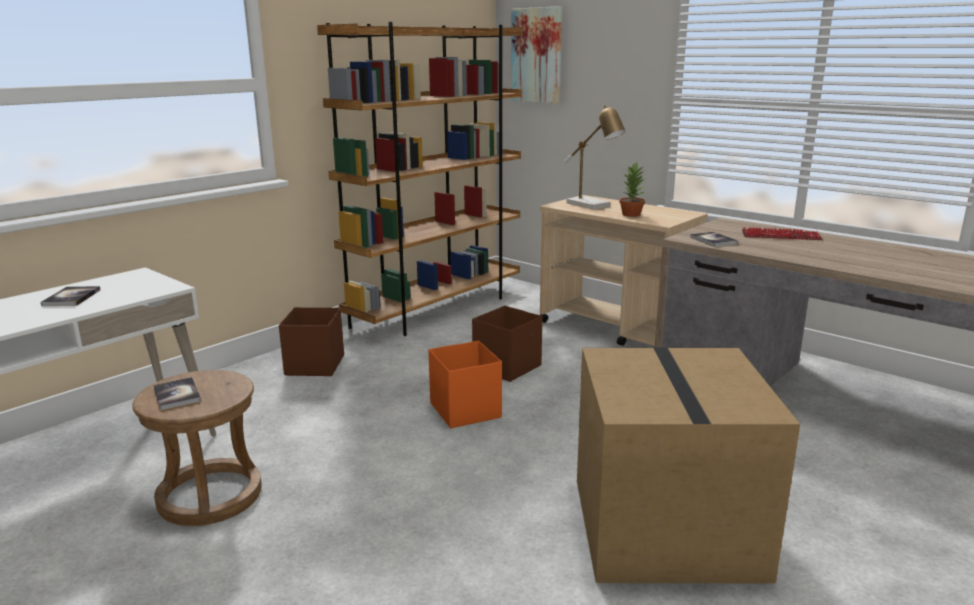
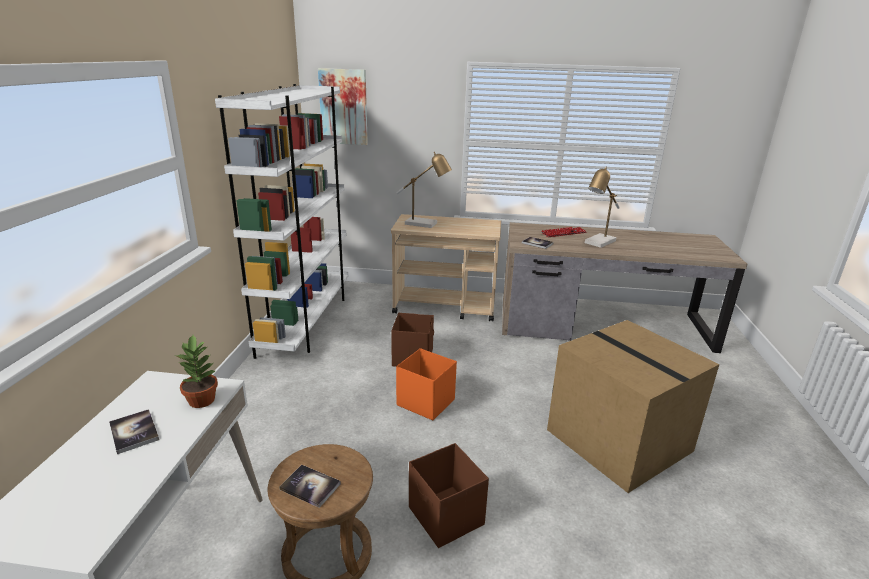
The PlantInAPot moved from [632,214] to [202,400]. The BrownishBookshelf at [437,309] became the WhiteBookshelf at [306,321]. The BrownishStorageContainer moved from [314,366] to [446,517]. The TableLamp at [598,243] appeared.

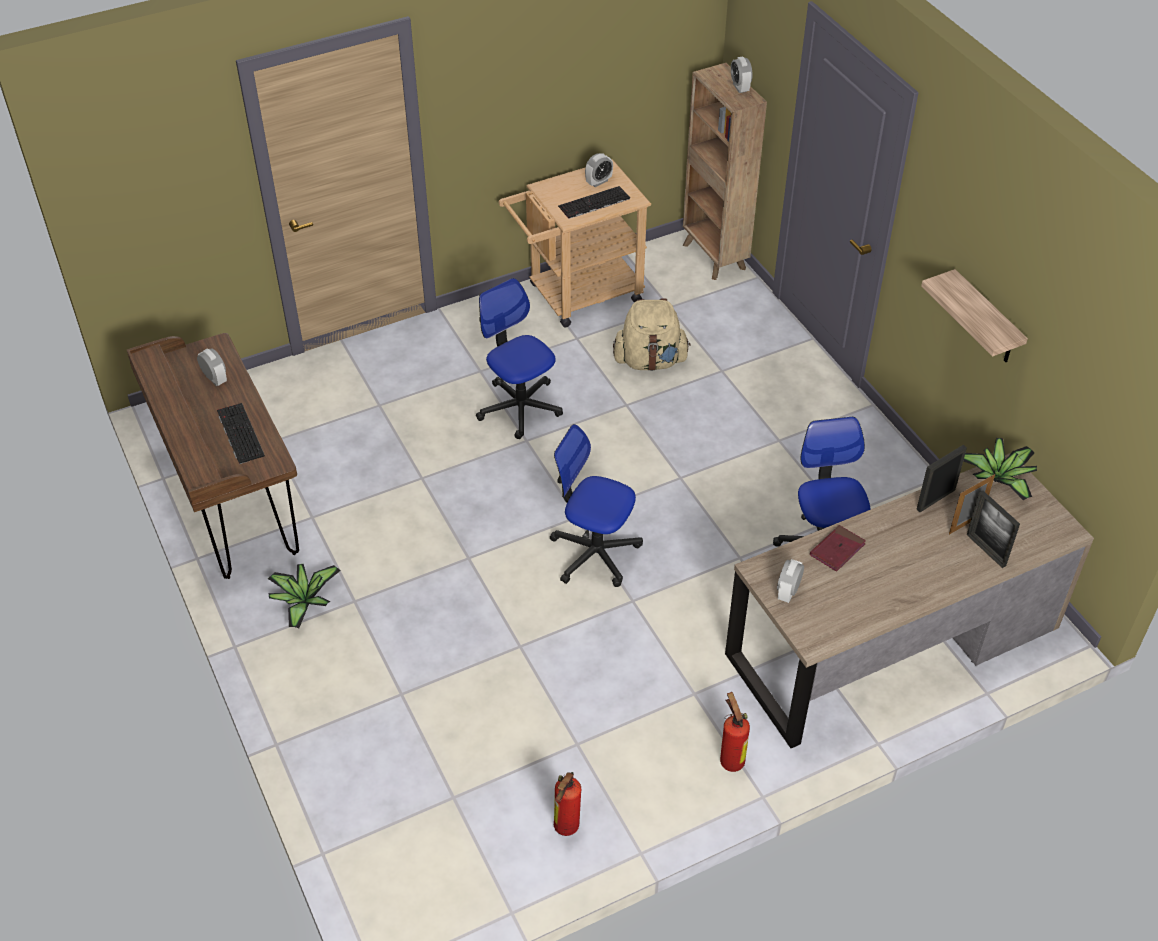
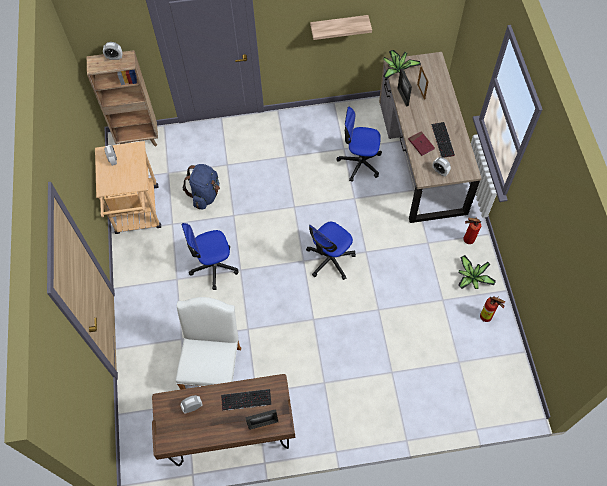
The WhiteUprightChair at [214,366] appeared. The SandColouredKnapsack at [650,361] became the BluishKnapsack at [205,194]. The PictureFrame moved from [986,550] to [263,424]. The Keyboard moved from [594,203] to [443,140]. The PlantInAPot moved from [303,601] to [472,278].

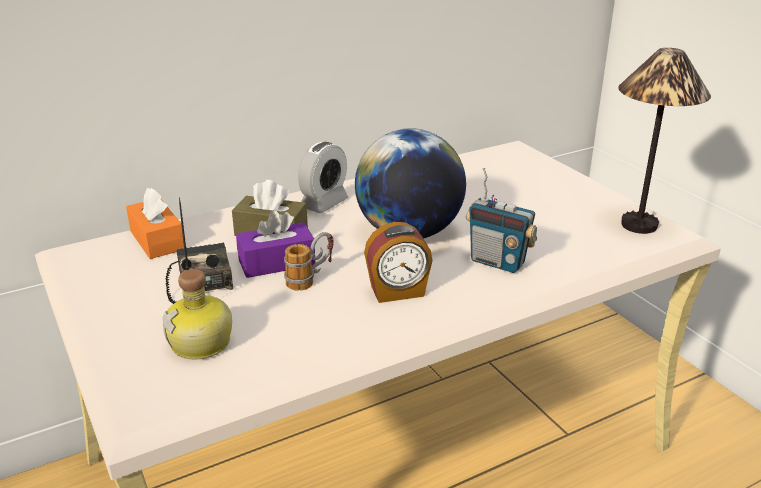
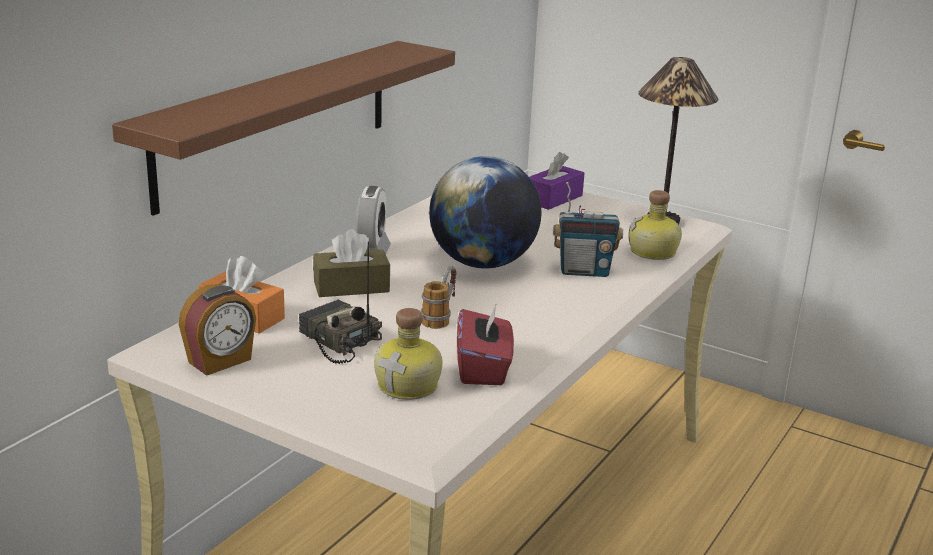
The BrownishBracketShelf at [277,121] appeared. The TableClock moved from [397,292] to [220,361]. The RedColouredBoxOfTissues at [483,369] appeared. The PurpleBoxOfTissues moved from [277,262] to [553,198]. The DrinkBottle at [654,252] appeared.

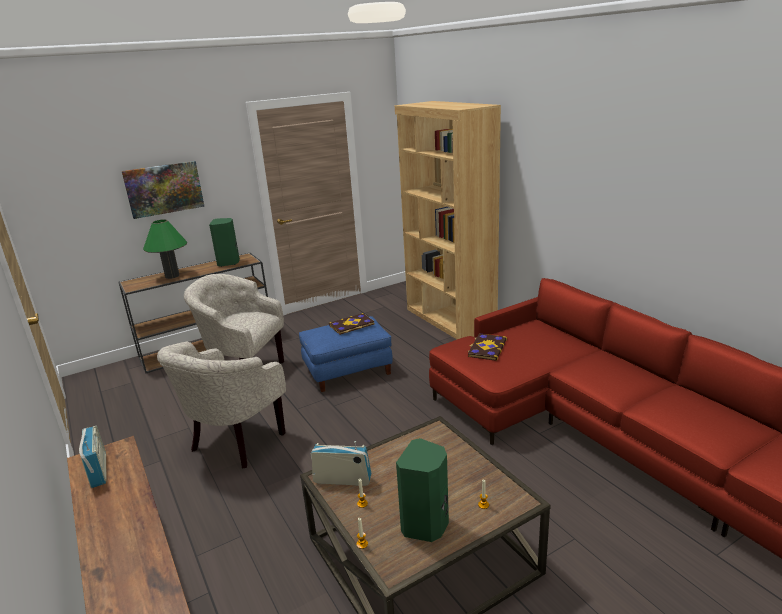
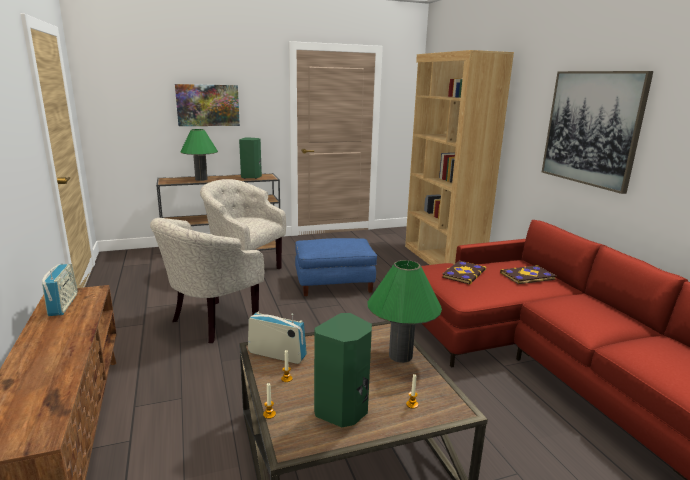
The GreenishTableLamp at [400,356] appeared. The Volume moved from [352,325] to [528,276]. The WallArt at [592,128] appeared.

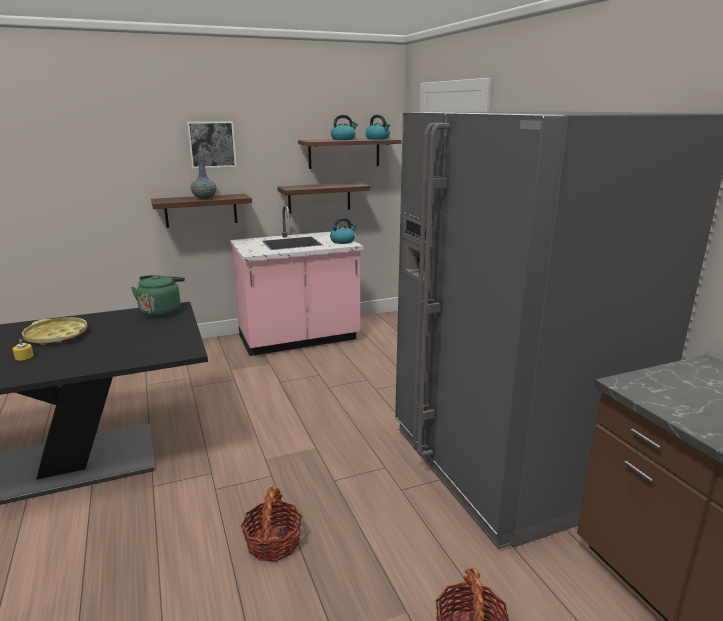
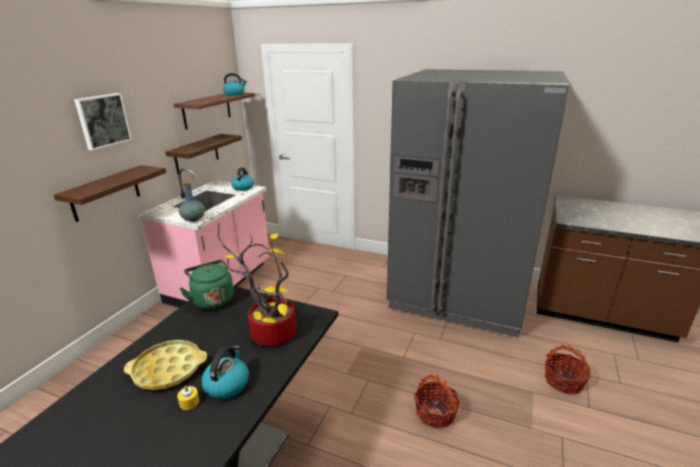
The DecorativeVase moved from [204,198] to [193,219]. The Kettle moved from [343,139] to [227,384]. The PlantInAPot at [269,333] appeared.

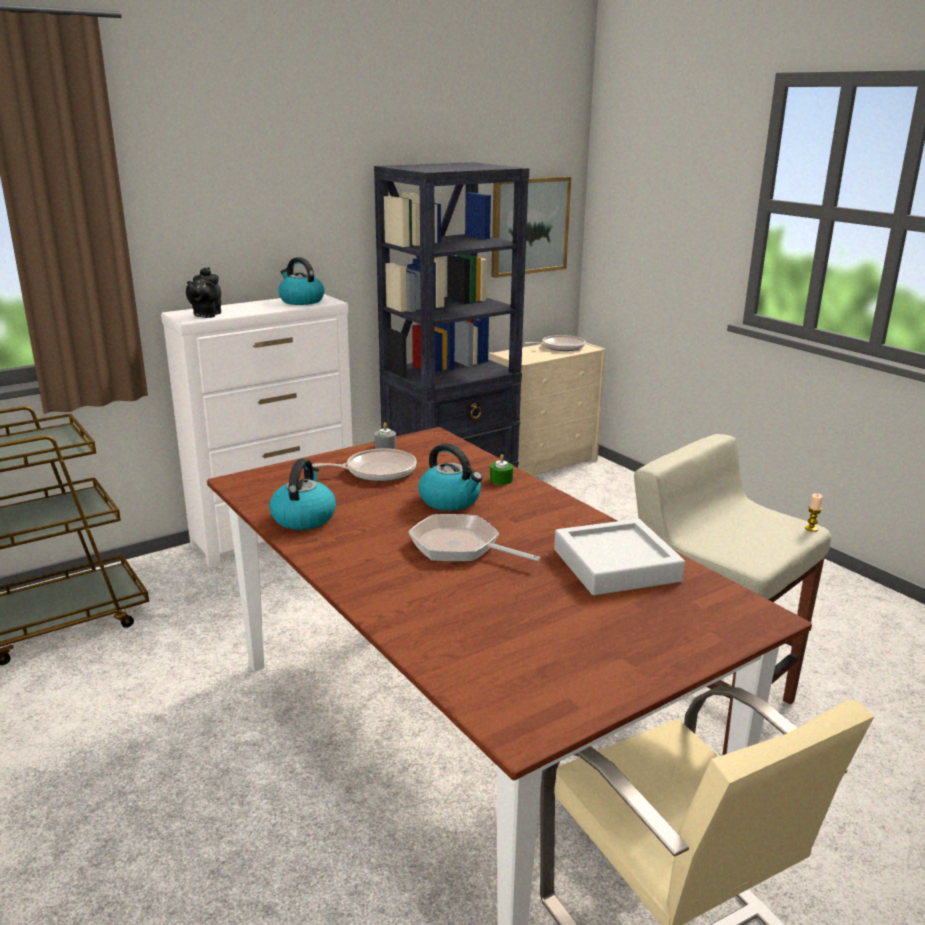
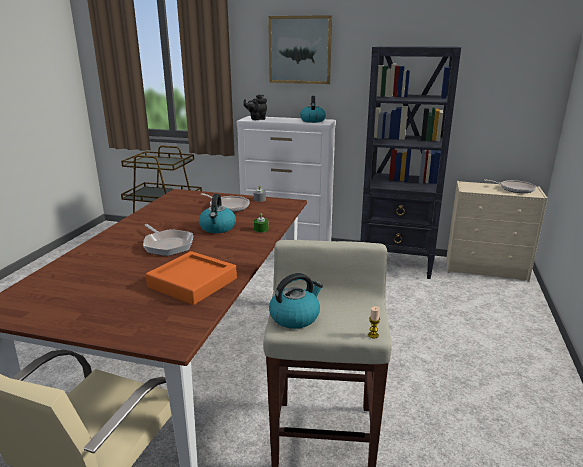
The Pan at [460,547] turned 150 degrees clockwise. The GreyTray at [616,565] became the OrangeColouredTray at [192,283]. The WallArt moved from [529,226] to [300,50]. The Kettle moved from [303,517] to [295,317].

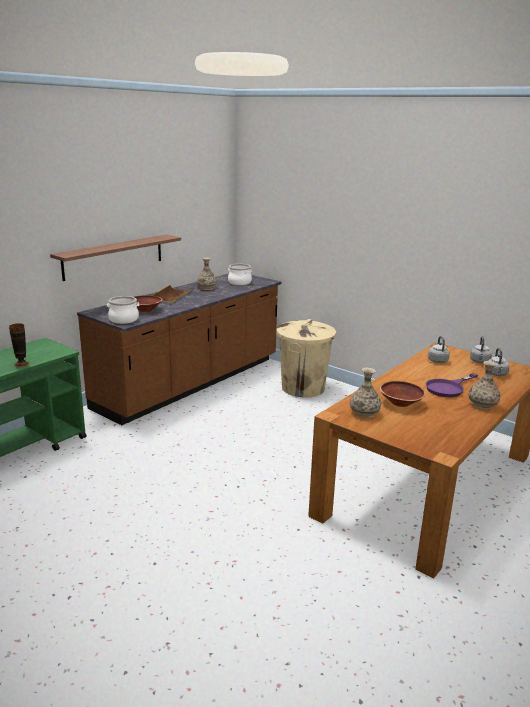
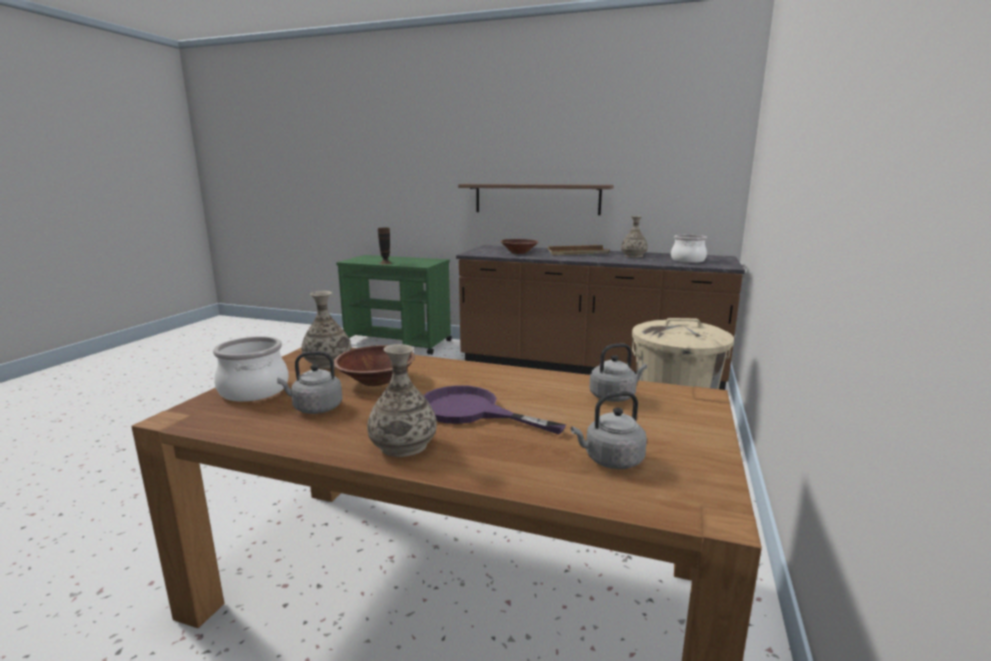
The Saucepot moved from [124,319] to [255,390]. The GreyKettle moved from [479,362] to [315,408].

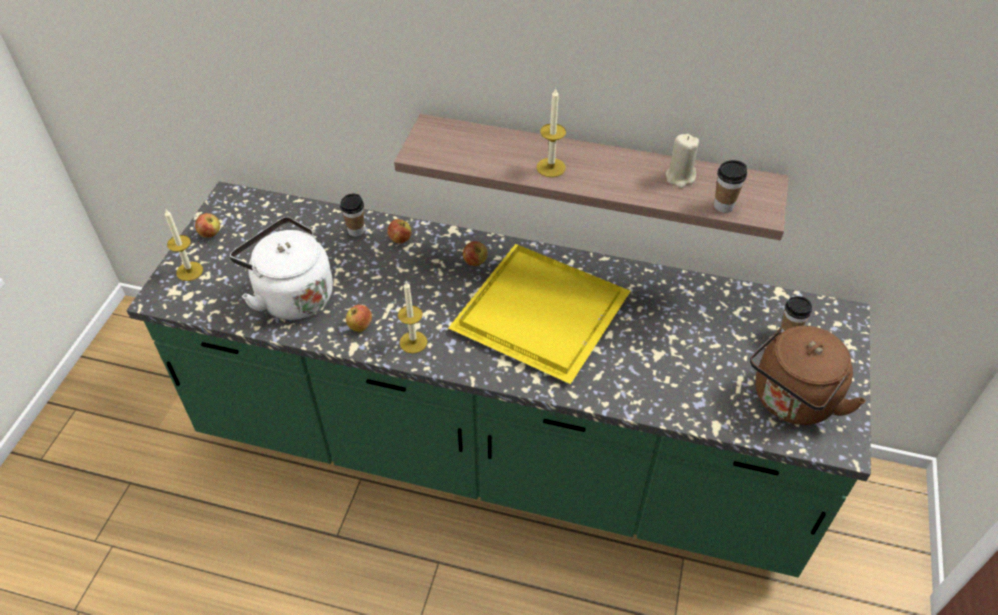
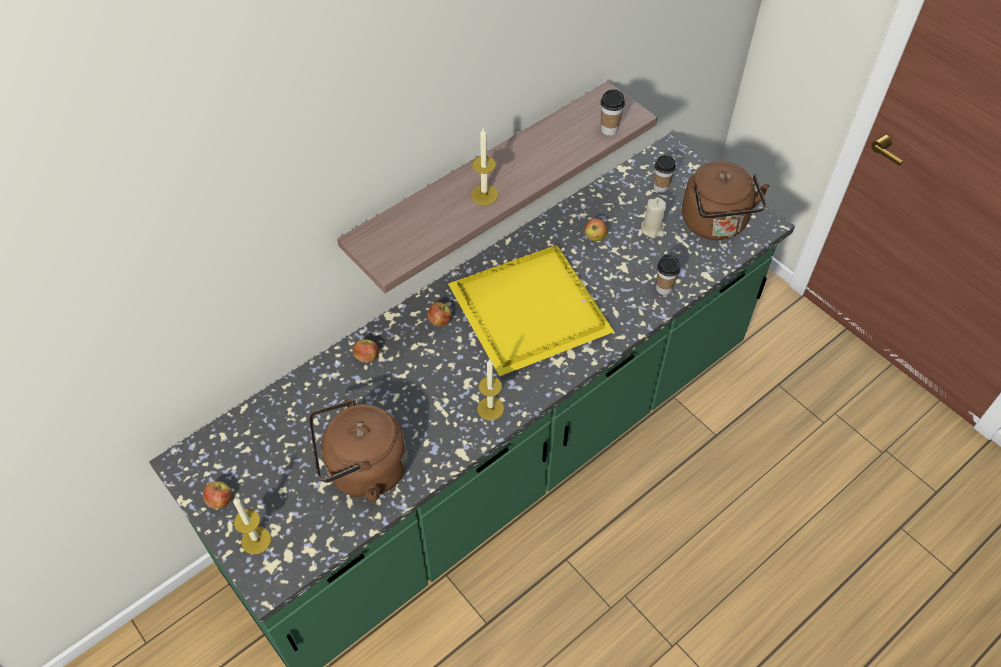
The WhiteKettle at [291,295] became the BrownishKettle at [362,470]. The AppleFruit moved from [360,326] to [595,237]. The SandColouredWaxCandle moved from [680,177] to [652,229]. The DrinkingCup moved from [356,230] to [664,288].

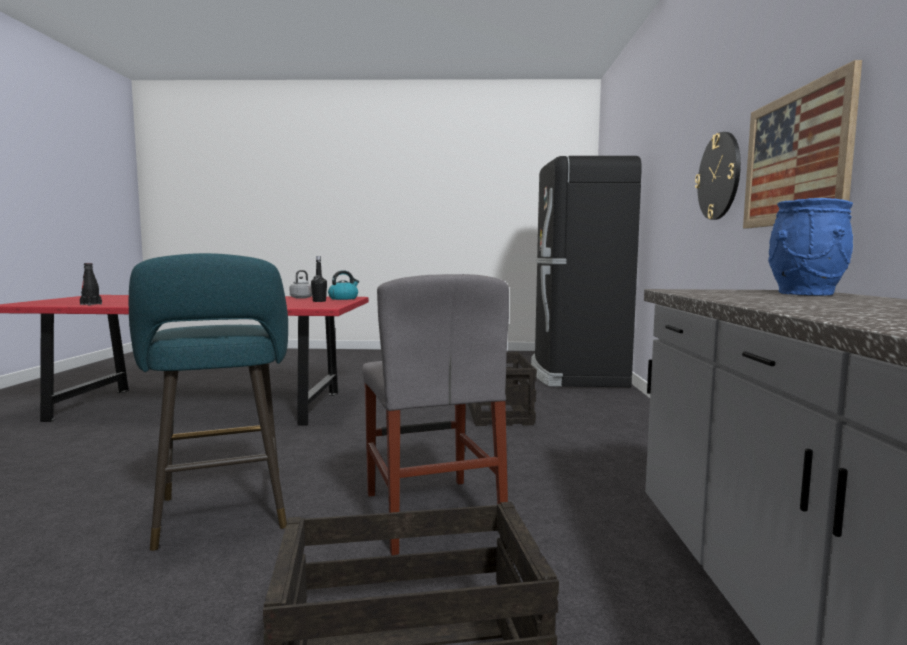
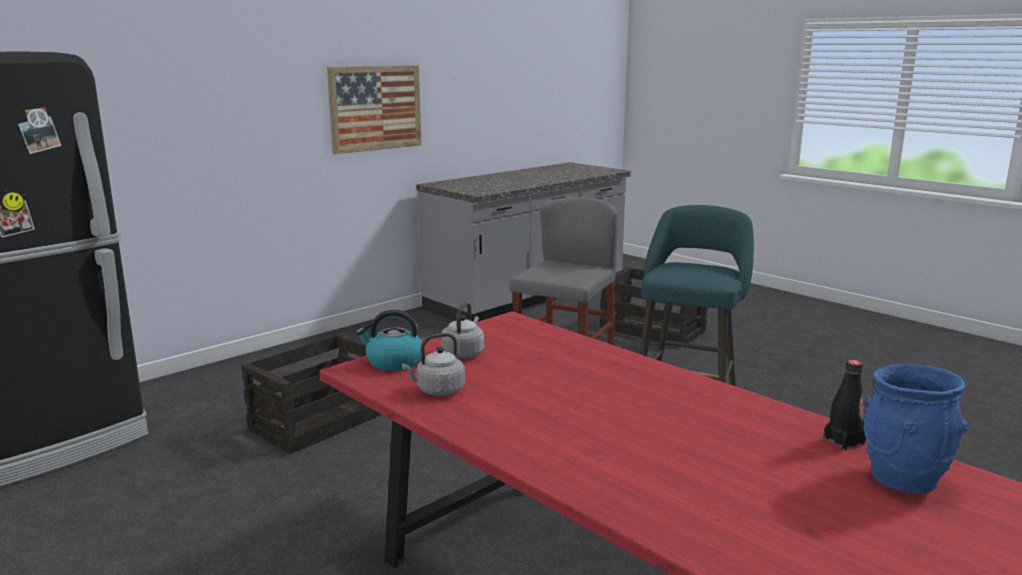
The BlackColouredDrinkBottle at [319,301] was replaced by the GreyKettle at [463,353]. The BluishDecorativeVase moved from [805,294] to [904,479]. The WallClock at [719,176] disappeared.

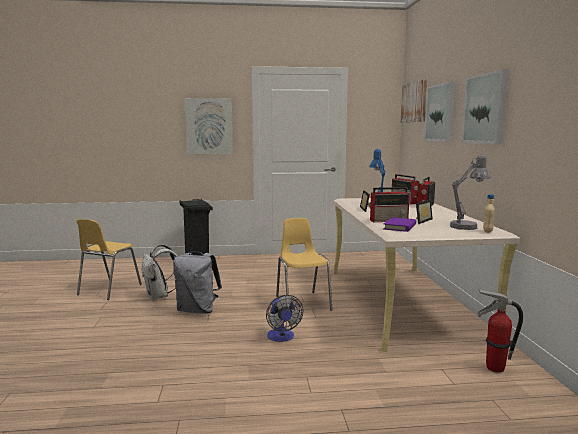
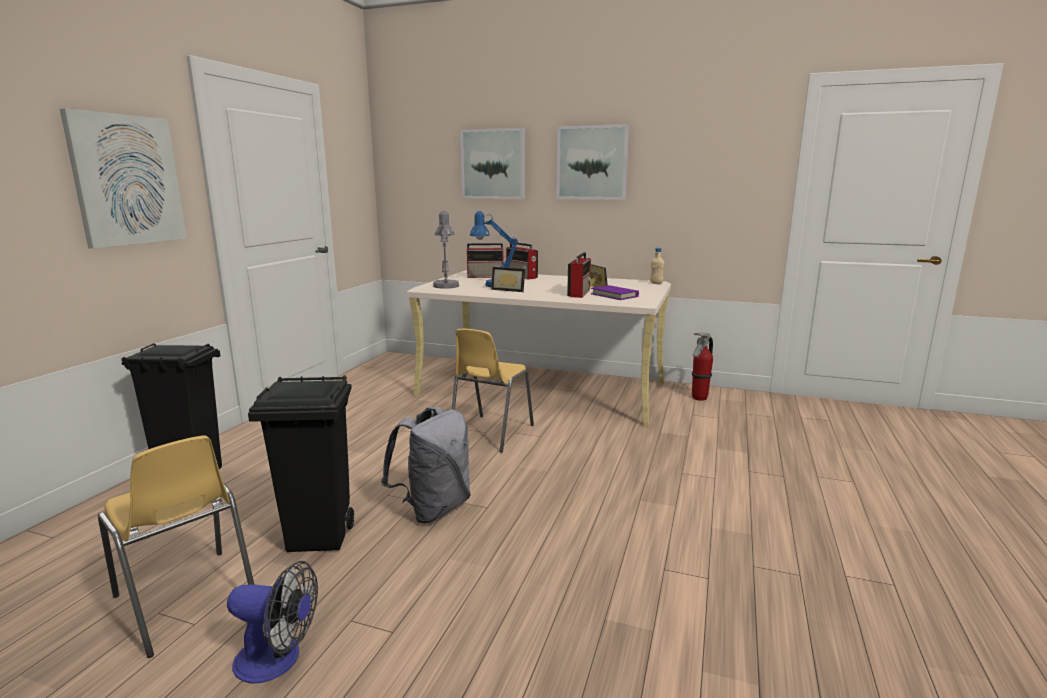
The ElectricFan moved from [282,337] to [278,660]. The WhiteKnapsack at [159,296] was replaced by the BlackColouredWasteBin at [320,537]. The GreyTableLamp moved from [467,226] to [446,285]. The YellowUprightChair at [302,303] turned 75 degrees counterclockwise. The WallArt at [414,102] disappeared.

